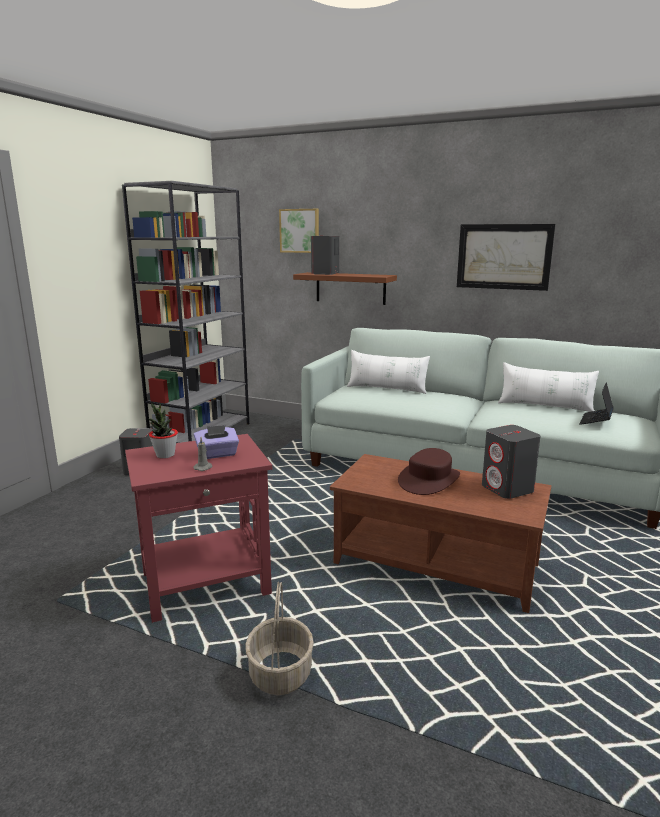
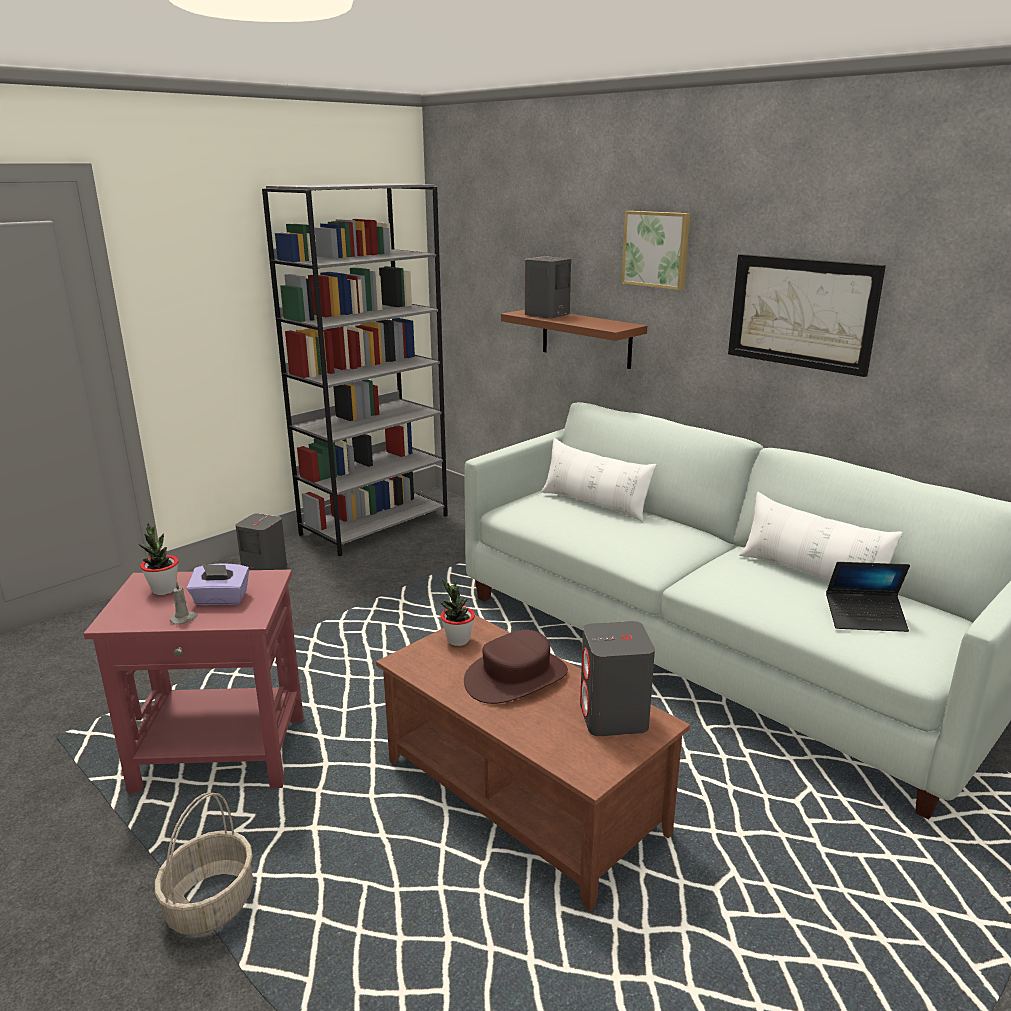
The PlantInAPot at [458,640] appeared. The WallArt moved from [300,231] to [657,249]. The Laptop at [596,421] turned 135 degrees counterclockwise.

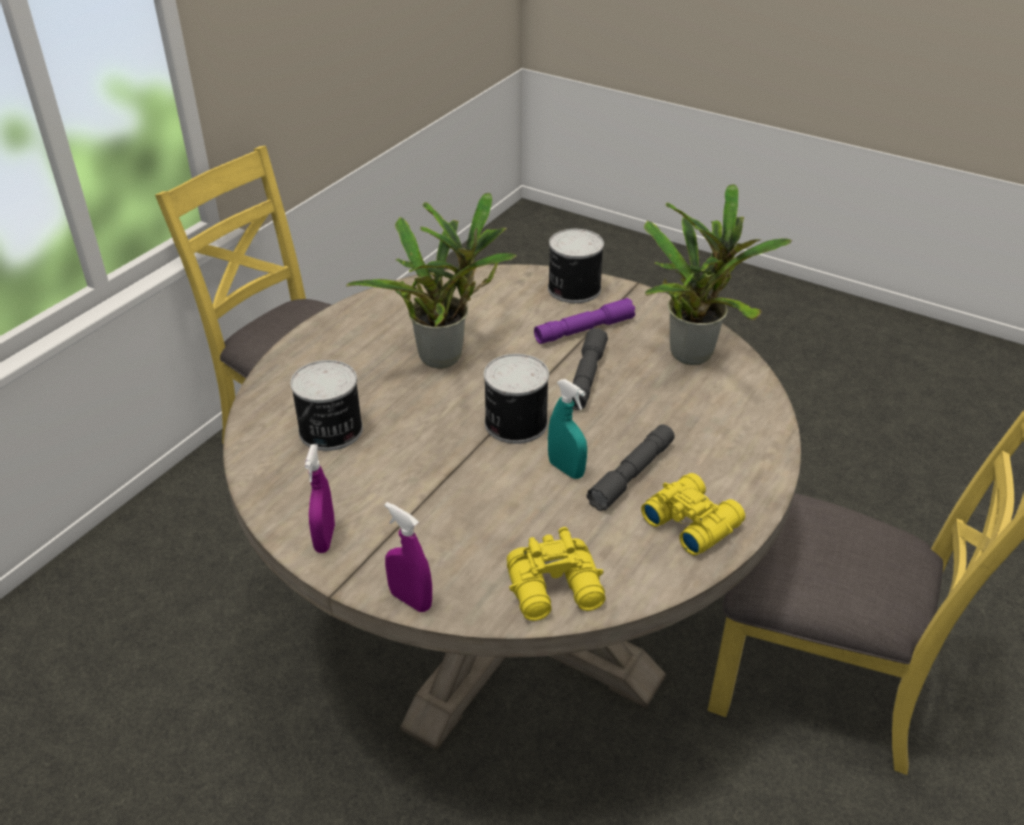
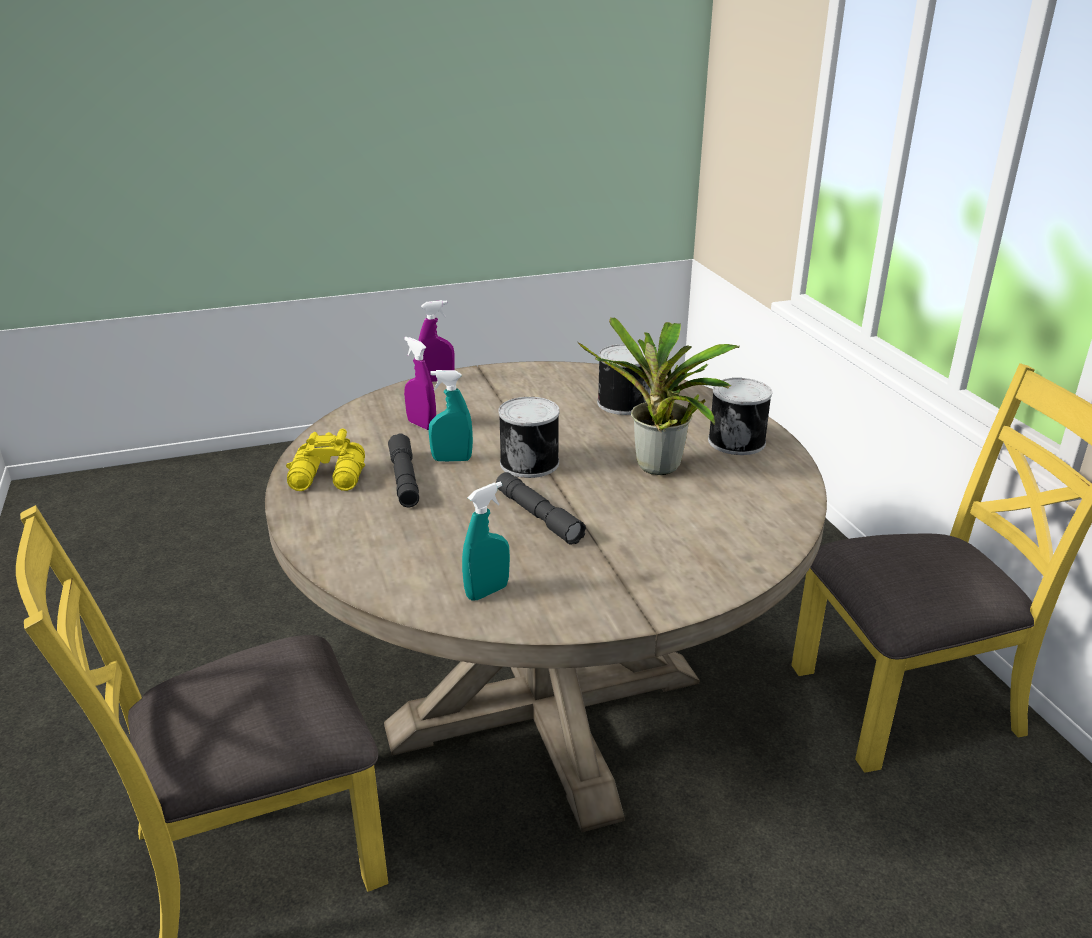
The PurpleSprayer moved from [325,538] to [421,425]. The PlantInAPot at [694,352] was replaced by the BlueGreenSprayer at [487,592]. The SealedCan moved from [572,289] to [737,441]. The YellowFieldGlasses at [557,590] disappeared. The PurpleHandTorch at [584,330] disappeared.

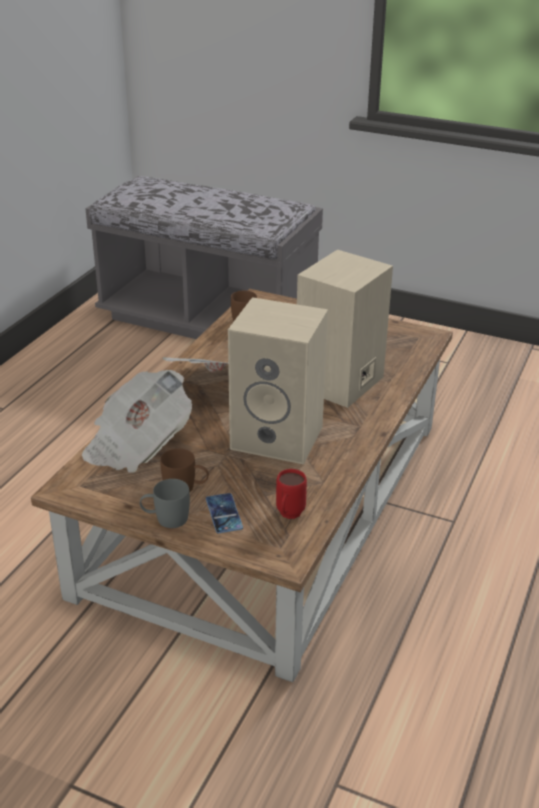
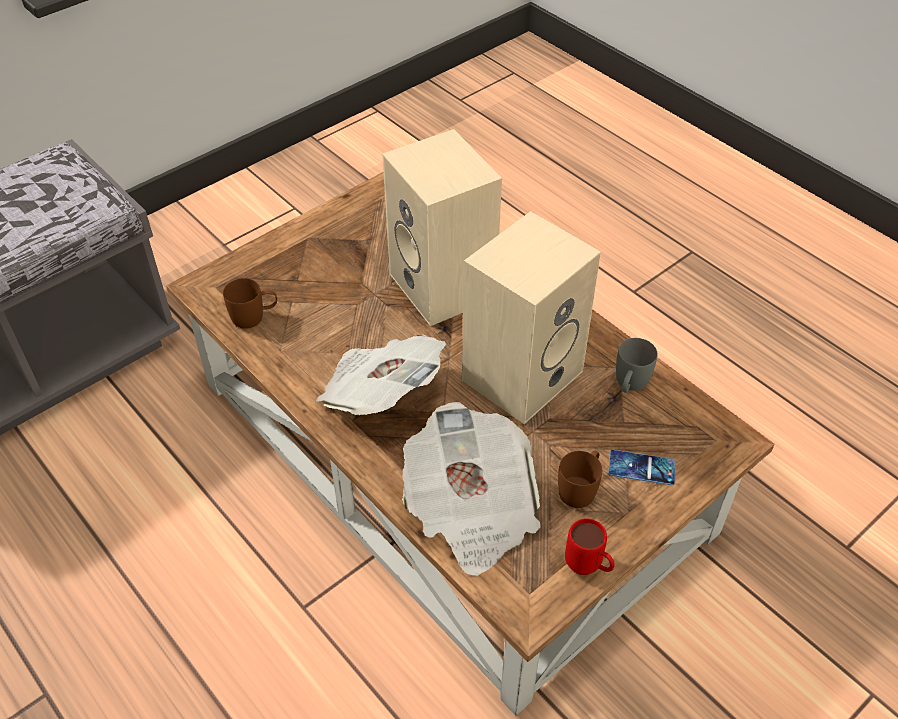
The RedColouredMug moved from [288,516] to [588,568]. The GreyMug moved from [165,519] to [629,384].

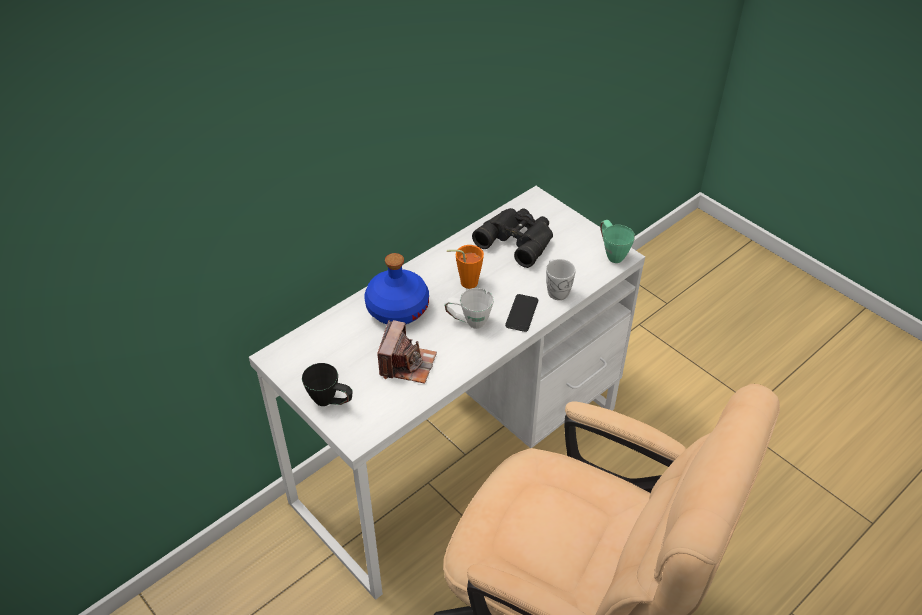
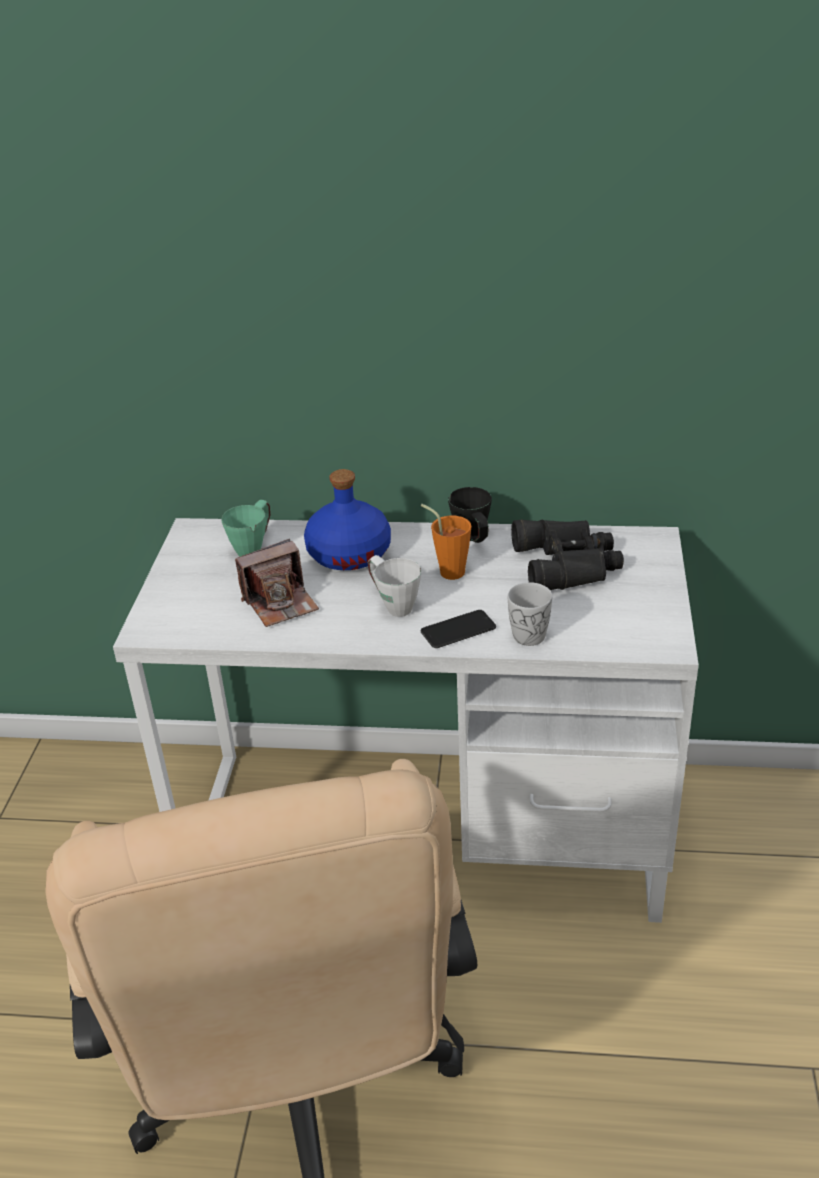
The GreenishMug moved from [611,253] to [254,547]. The BlackColouredMug moved from [331,402] to [474,540].

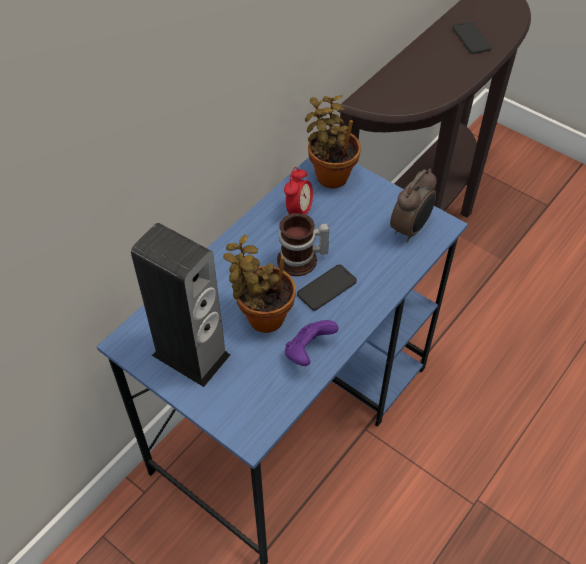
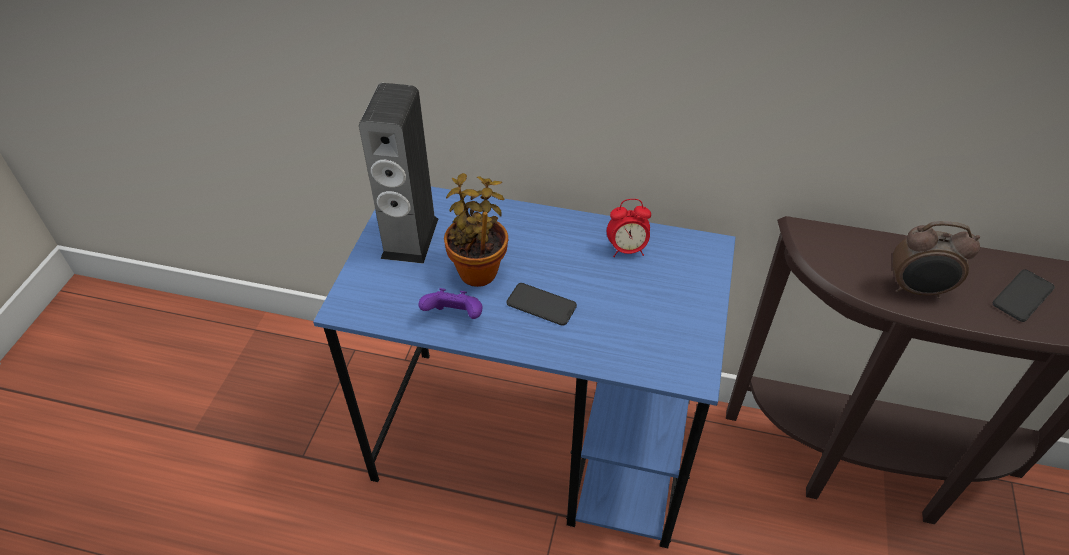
The TableClock moved from [411,229] to [917,290]. The Mug at [301,261] disappeared. The PlantInAPot at [330,174] disappeared.

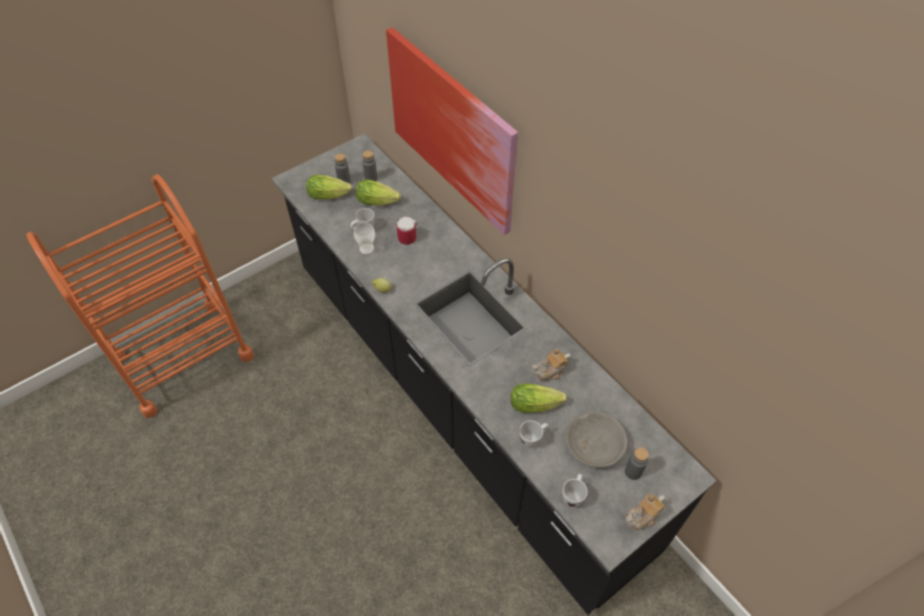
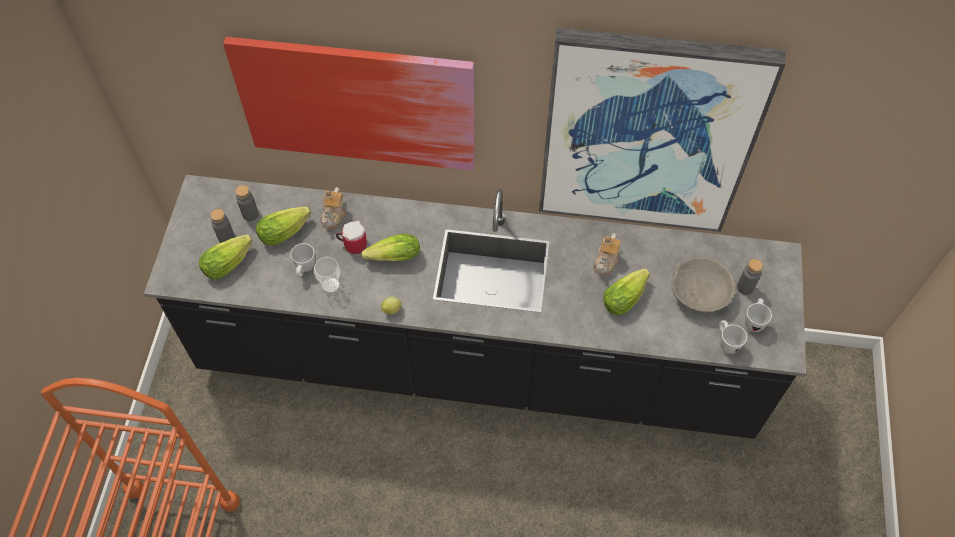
The Teapot moved from [642,516] to [334,216]. The LettuceHead at [391,257] appeared. The WallArt at [647,134] appeared. The WhiteMug moved from [533,439] to [753,321].

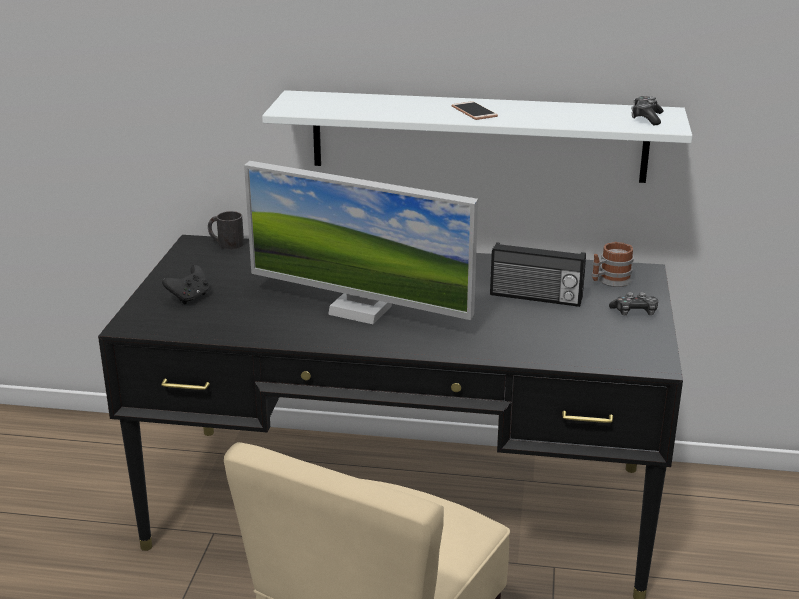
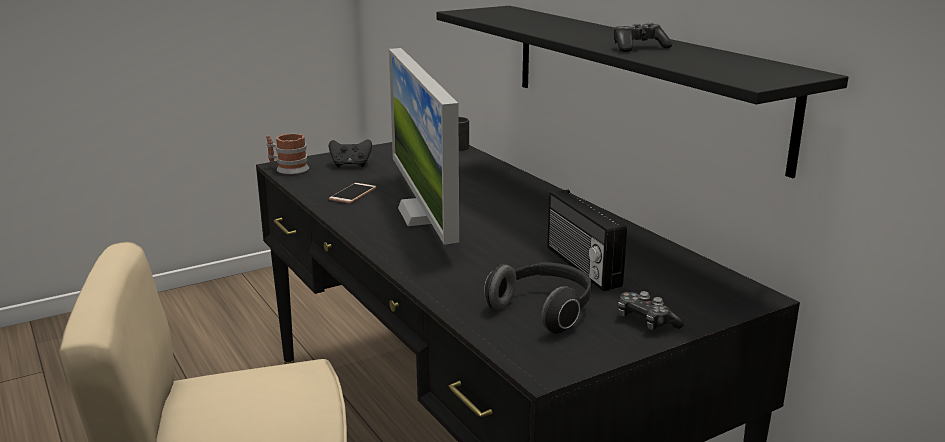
The Mug moved from [610,281] to [287,169]. The Phone moved from [474,112] to [353,194]. The WhiteBracketShelf at [478,136] became the BlackColouredBracketShelf at [638,79]. The PairOfHeadphones at [544,310] appeared. The Joypad moved from [646,118] to [638,48].

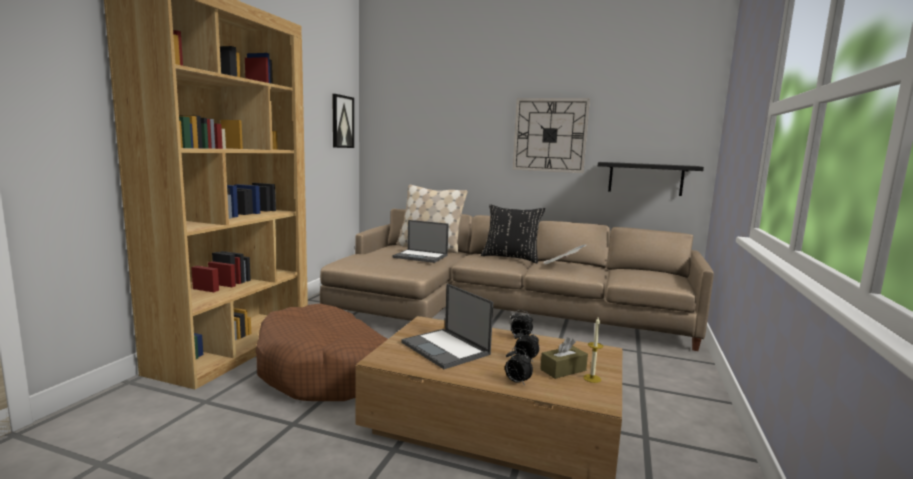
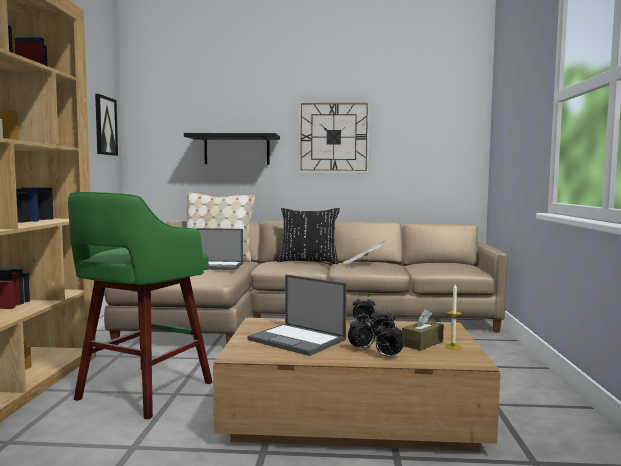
The BrownishPetBed at [326,370] was replaced by the GreenishStoolSeat at [142,392]. The BlackColouredBracketShelf moved from [645,178] to [237,150]. The TableClock at [361,349] appeared.

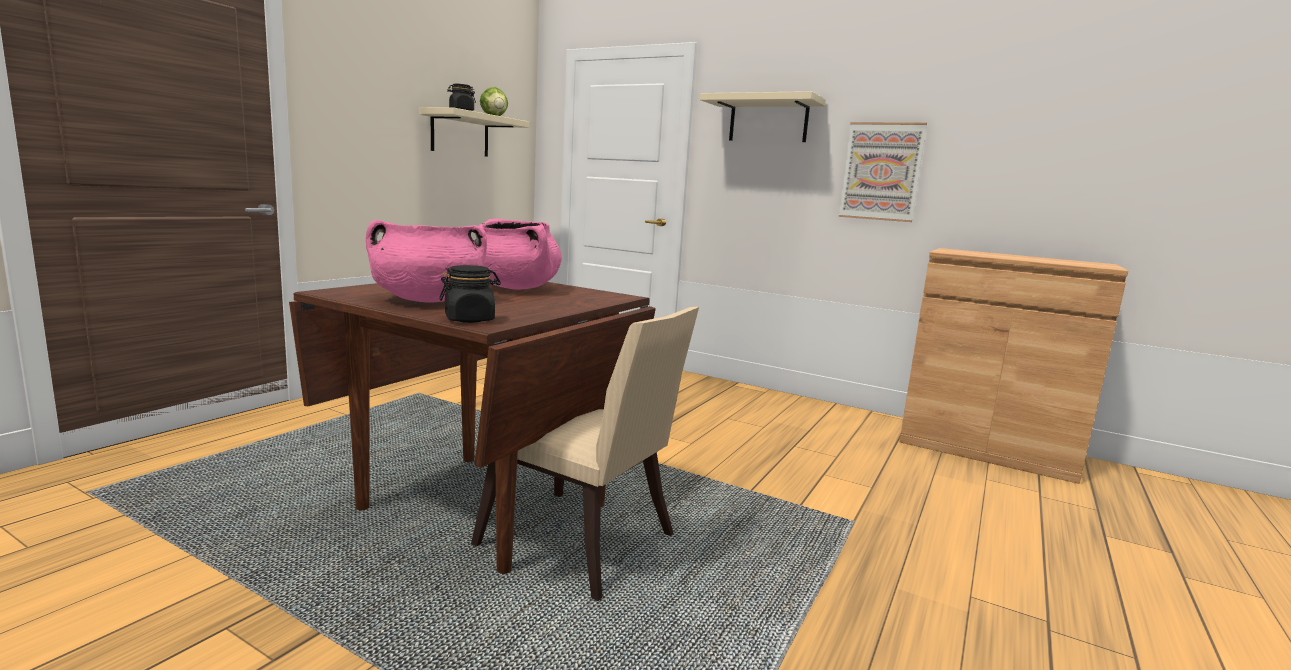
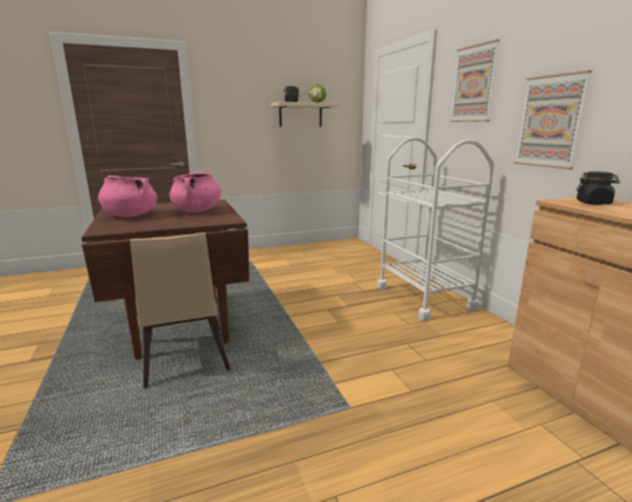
The WhiteWheeledCart at [424,297] appeared. The SandColouredBracketShelf at [768,120] was replaced by the WallArt at [474,84]. The BlackColouredPreserveJar moved from [470,319] to [593,203].

